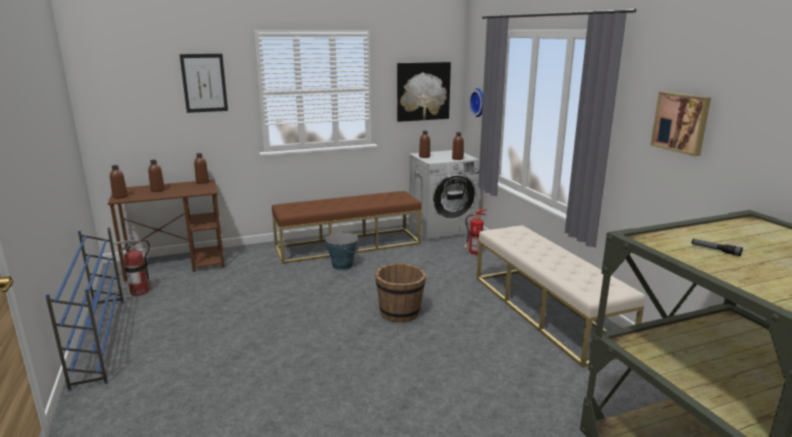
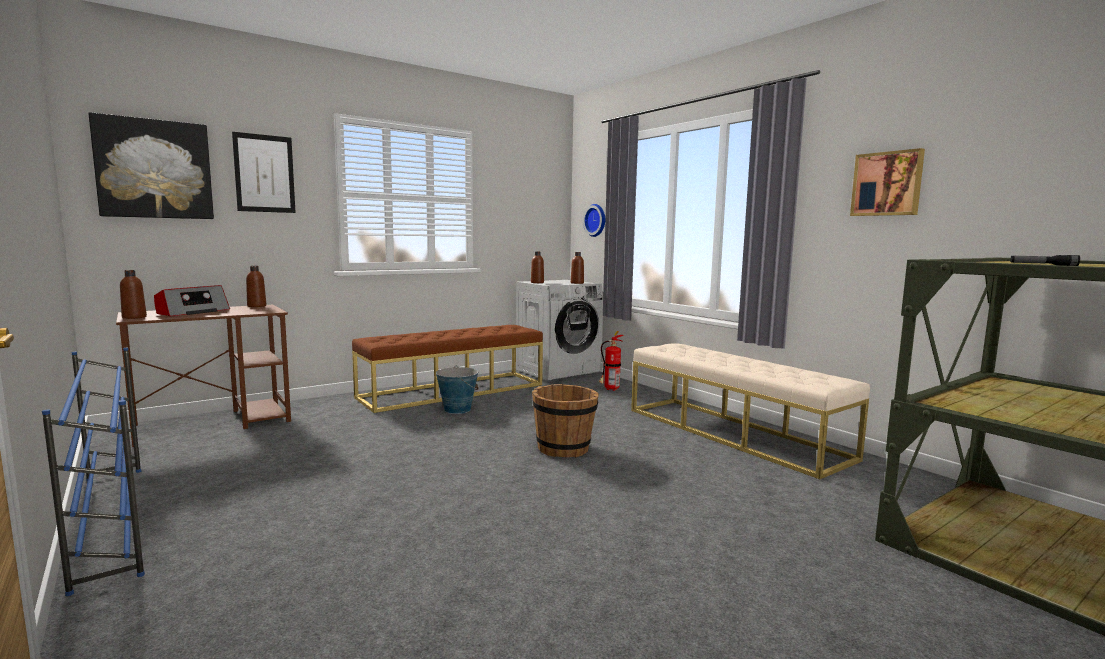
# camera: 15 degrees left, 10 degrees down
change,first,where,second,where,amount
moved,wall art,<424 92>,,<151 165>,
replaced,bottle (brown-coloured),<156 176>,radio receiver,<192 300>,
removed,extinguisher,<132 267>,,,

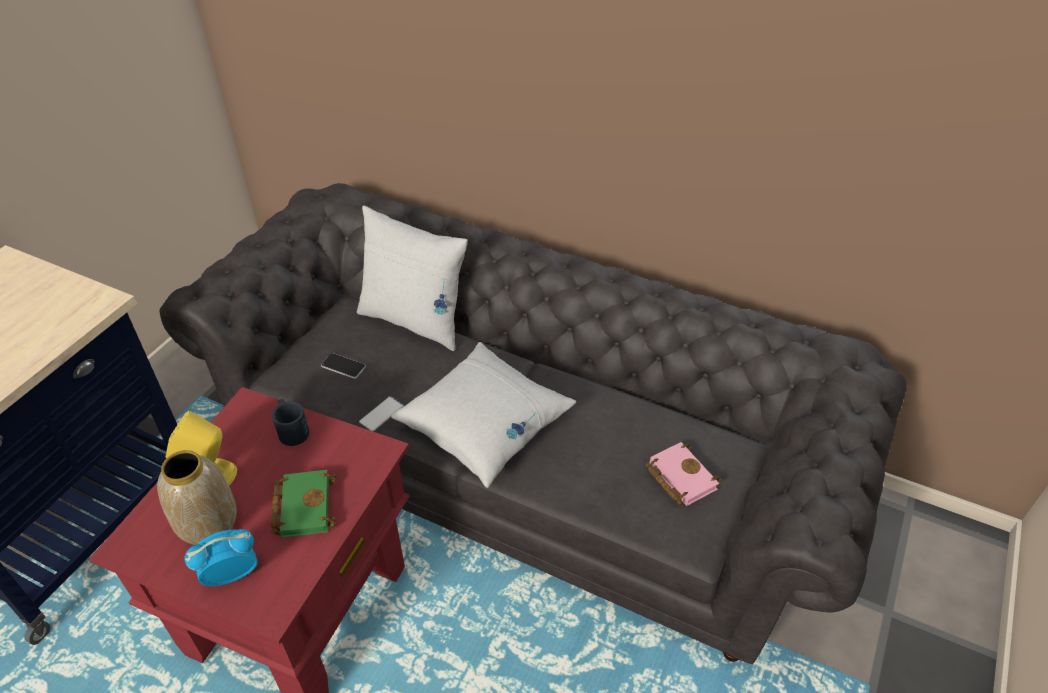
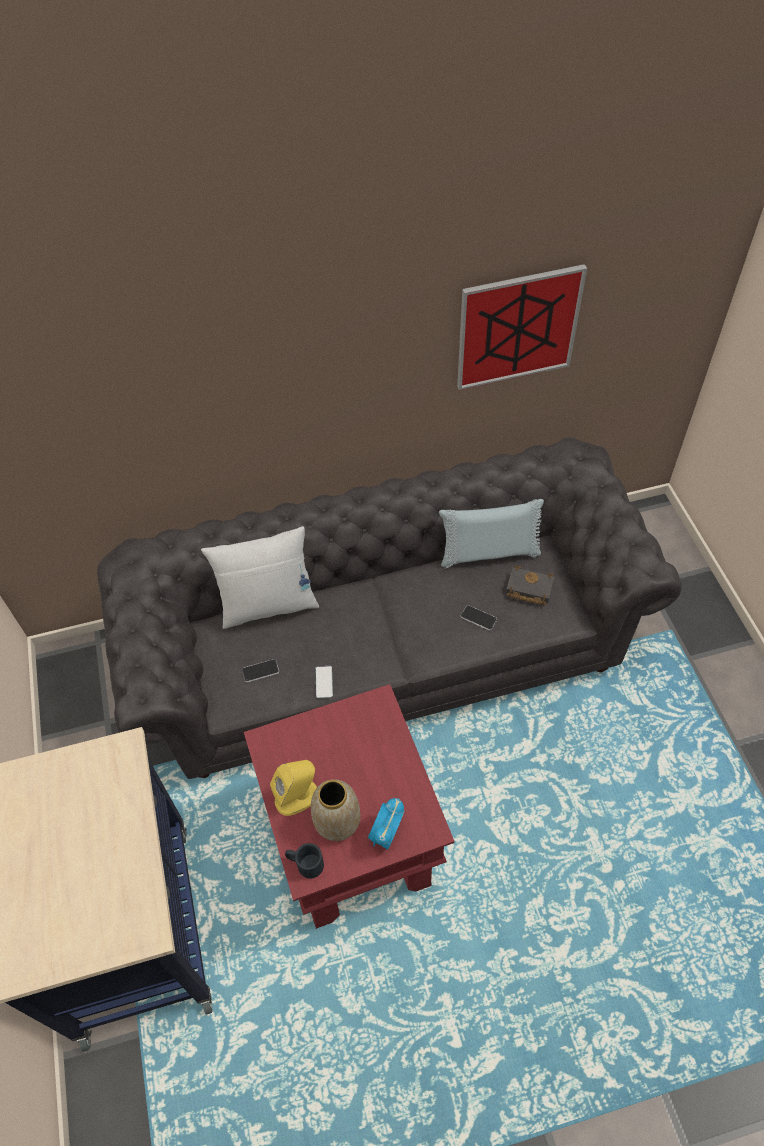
# camera: 40 degrees left, 10 degrees up
change,first,where,second,where,amount
removed,throw pillow (gray),<483 415>,,,
moved,mug (black),<291 422>,,<304 861>,
recoloured,volume (pink-coloured),<684 474>,volume (black),<530 585>,
removed,volume (green-coloured),<303 504>,,,
added,,,wall art,<522 327>,
added,,,throw pillow (blue),<491 533>,
added,,,handset,<478 618>,

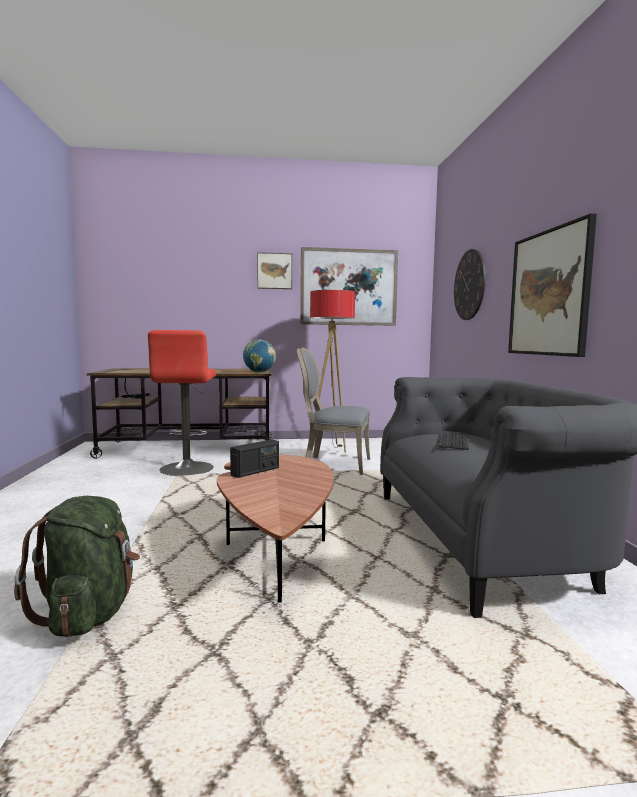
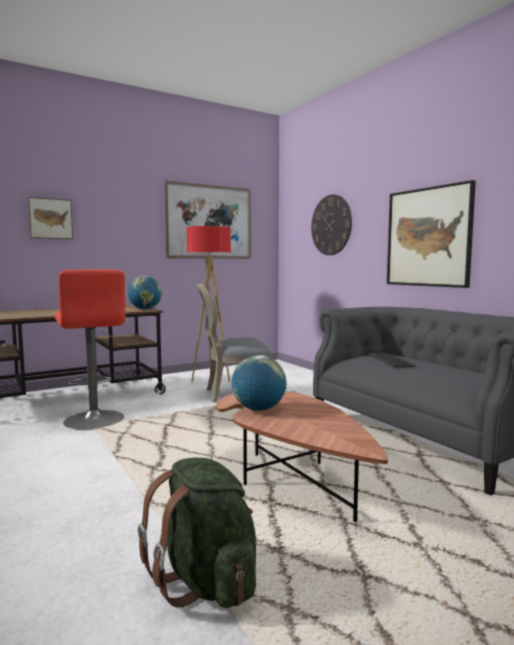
# camera: 25 degrees left, 0 degrees up
change,first,where,second,where,amount
moved,wall art,<274 270>,,<50 218>,
replaced,radio receiver,<254 458>,world globe,<259 383>,

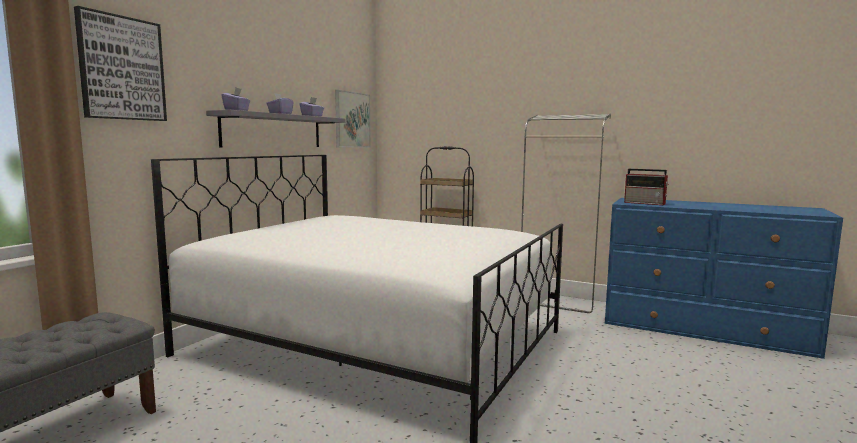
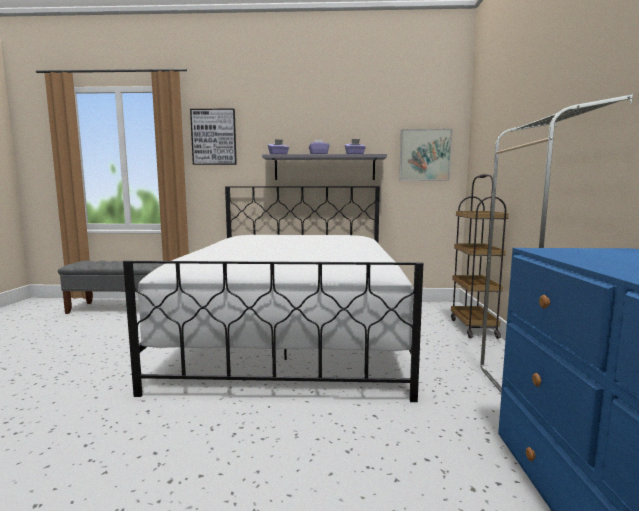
# camera: 65 degrees right, 0 degrees up
change,first,where,second,where,amount
removed,radio receiver,<646 187>,,,

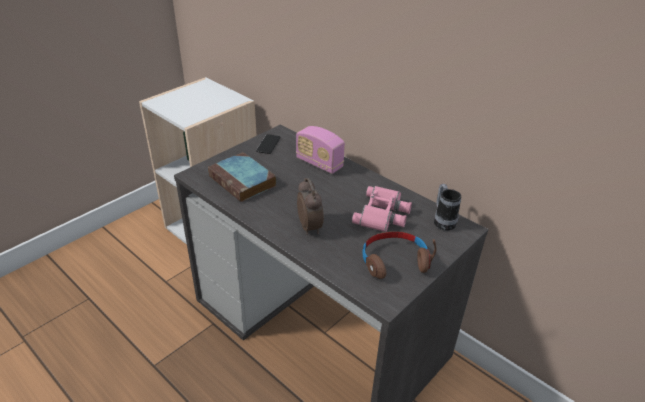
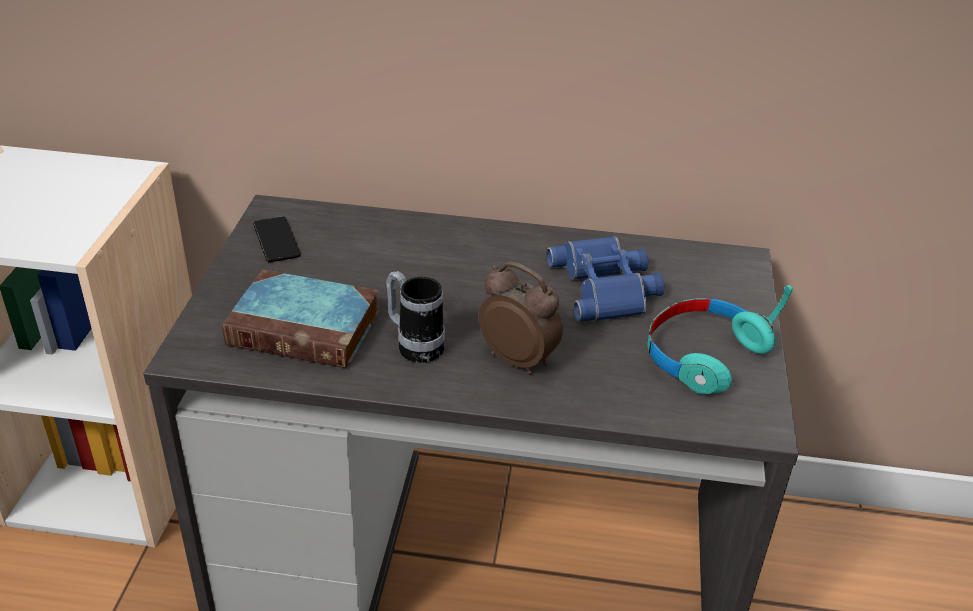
# camera: 35 degrees left, 0 degrees up
change,first,where,second,where,amount
removed,radio receiver,<320 150>,,,
moved,mug,<447 207>,,<415 317>,
recoloured,binoculars (pink-coloured),<382 209>,binoculars (blue),<605 279>,
recoloured,pair of headphones (brown-coloured),<399 255>,pair of headphones (turquoise),<720 339>,

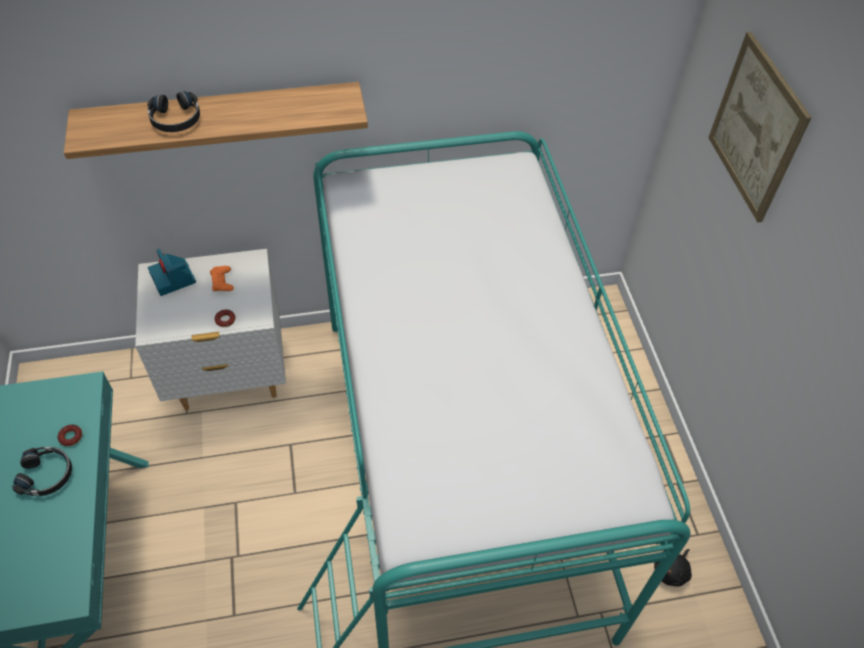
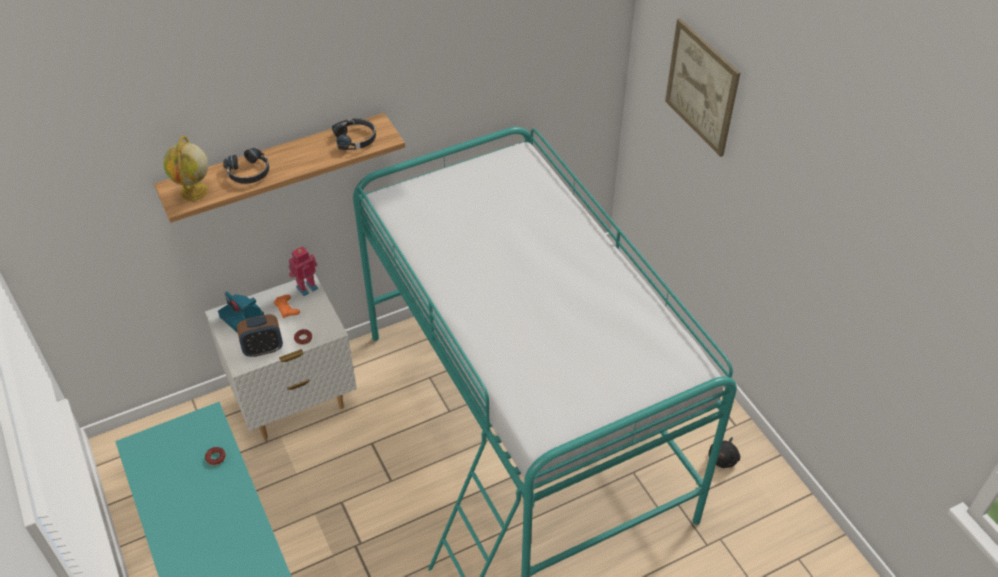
# camera: 15 degrees left, 5 degrees down
change,first,where,second,where,amount
moved,pair of headphones (black),<42 471>,,<354 134>,
added,,,world globe,<185 168>,
added,,,toy robot,<303 271>,
added,,,bedside clock,<260 335>,

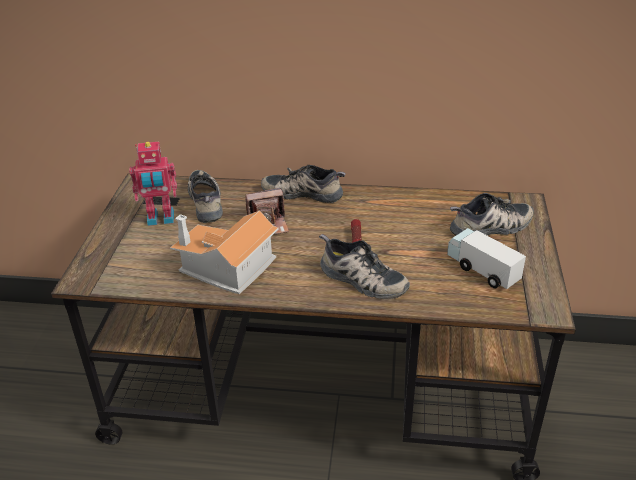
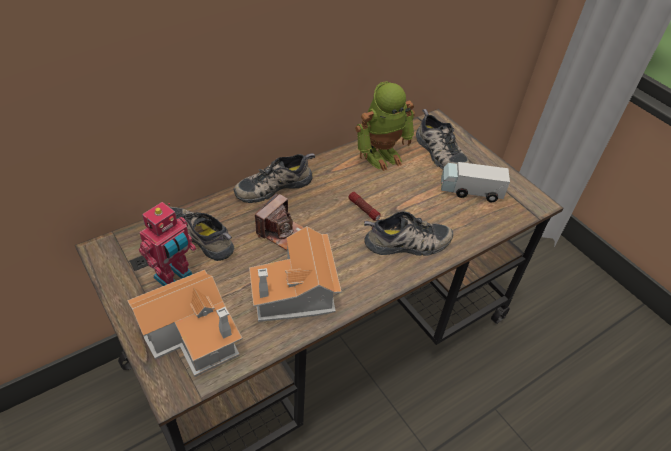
# camera: 45 degrees left, 10 degrees up
change,first,where,second,where,amount
turned,item of footwear,<492 214>,,<442 139>,120 degrees clockwise
added,,,toy robot,<385 126>,
added,,,model house,<184 323>,

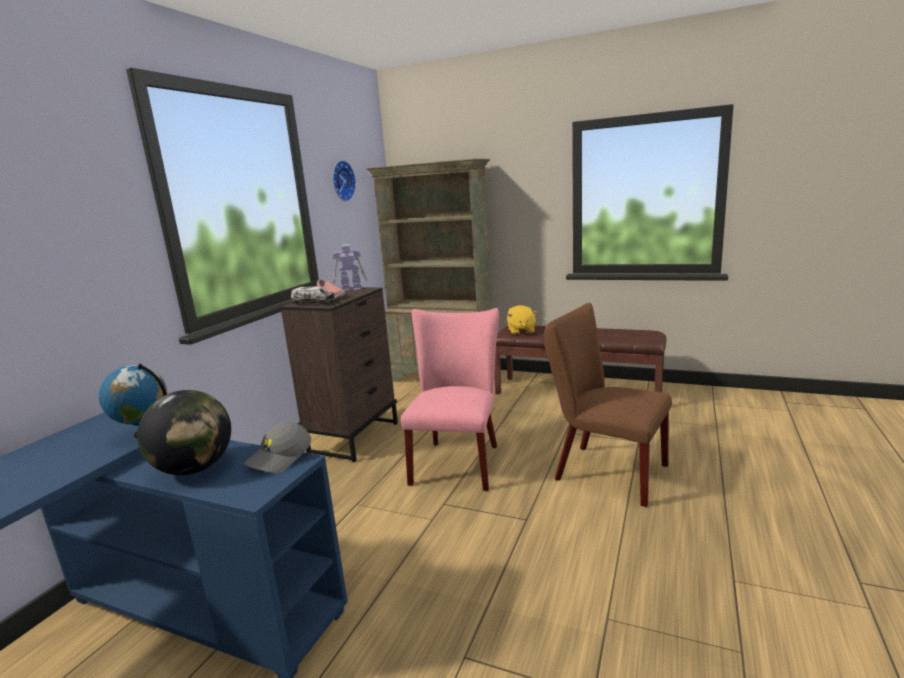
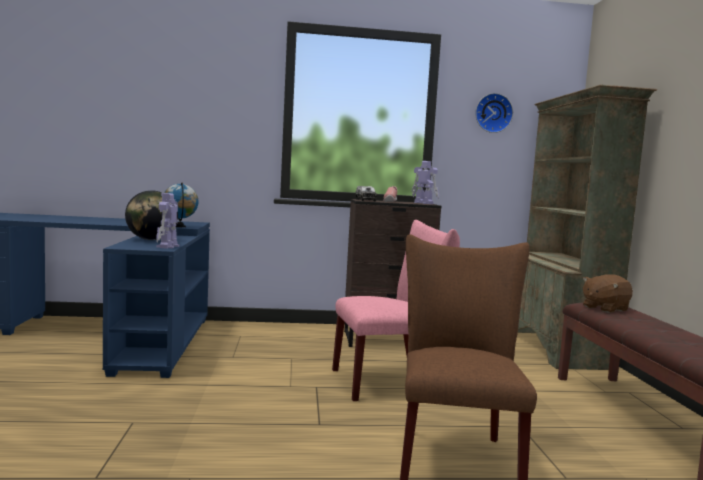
# camera: 60 degrees right, 10 degrees down
change,first,where,second,where,amount
recoloured,cuddly toy (yellow-coloured),<522 320>,cuddly toy (brown-coloured),<607 294>,
replaced,cap (gray),<277 447>,toy robot,<168 221>,

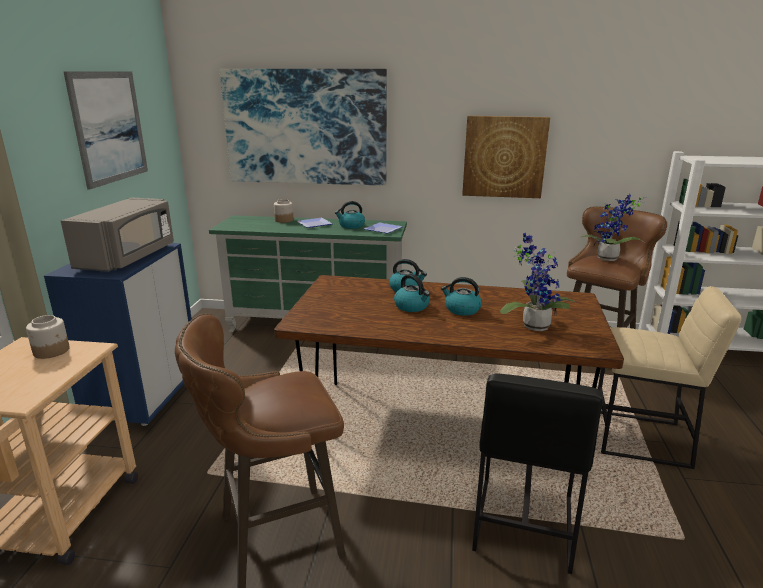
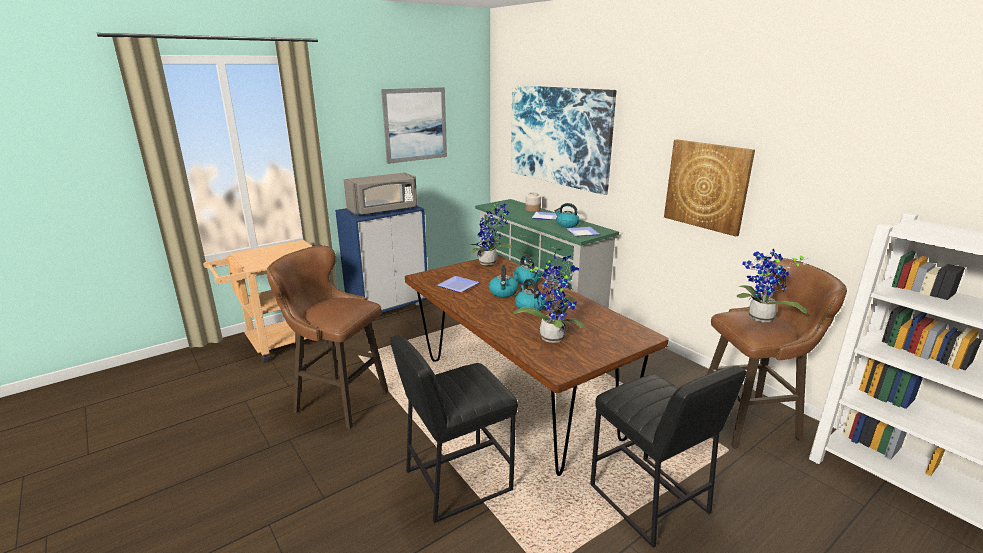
# camera: 45 degrees right, 0 degrees up
change,first,where,second,where,amount
recoloured,chair (beige-coloured),<670 377>,chair (black),<668 457>,
removed,jar,<48 337>,,,
added,,,plant in a pot,<490 234>,
added,,,flat dish,<458 284>,

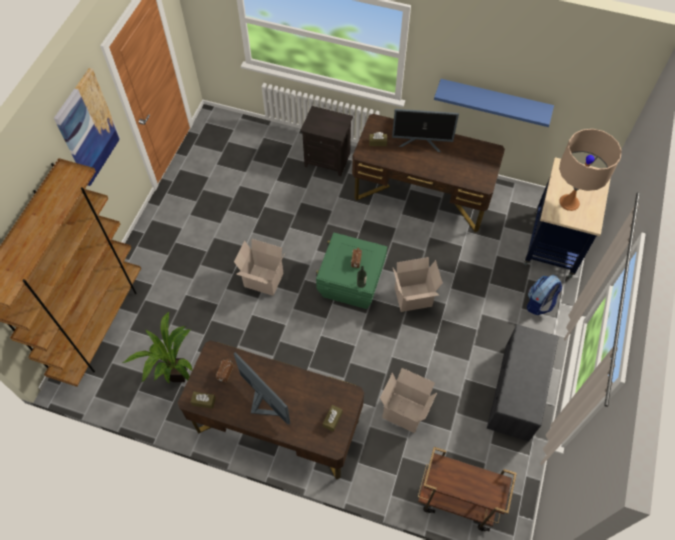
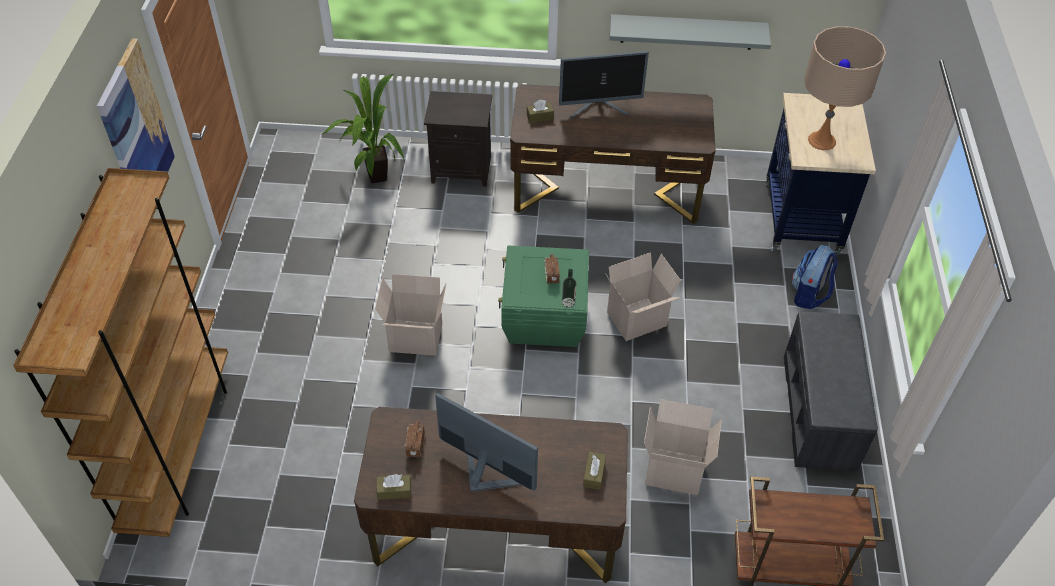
# camera: 15 degrees left, 10 degrees down
change,first,where,second,where,amount
recoloured,bracket shelf (blue),<494 103>,bracket shelf (gray),<690 32>,
moved,plant in a pot,<157 348>,,<362 128>,

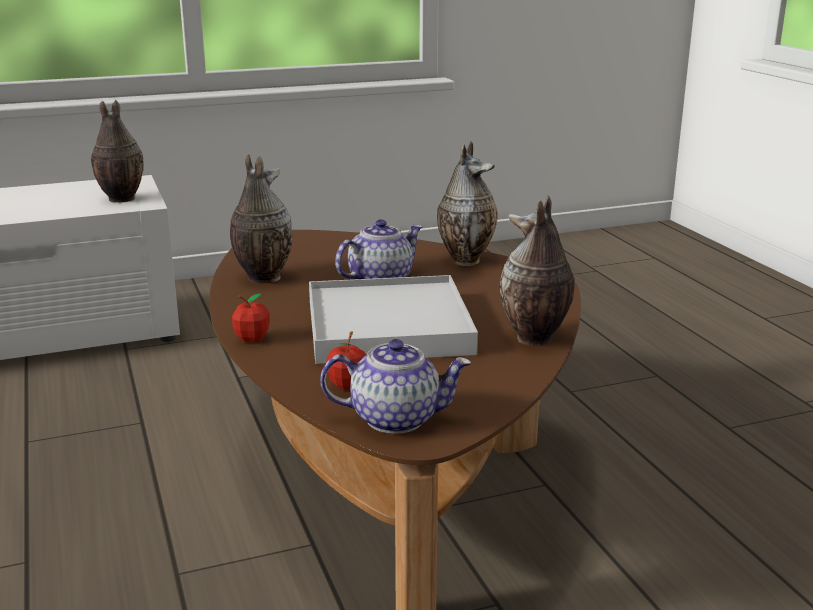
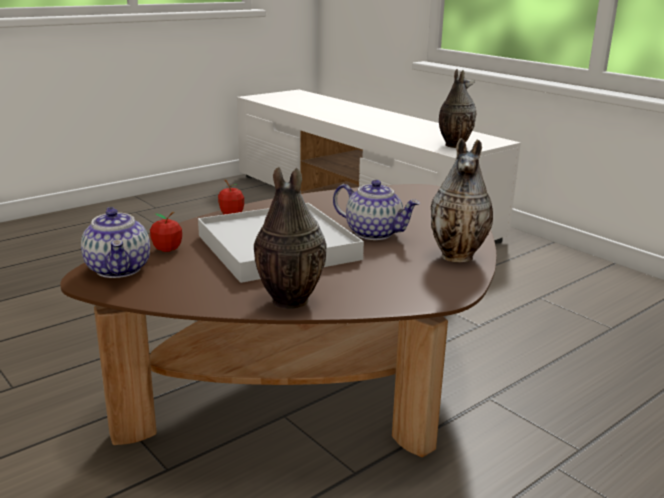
# camera: 70 degrees right, 0 degrees up
change,first,where,second,where,amount
removed,flower vase,<261 218>,,,

